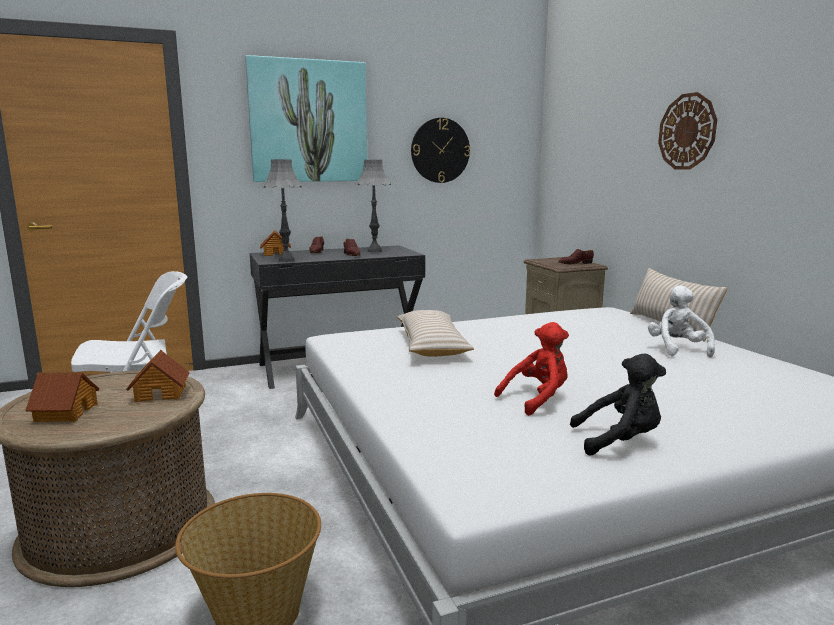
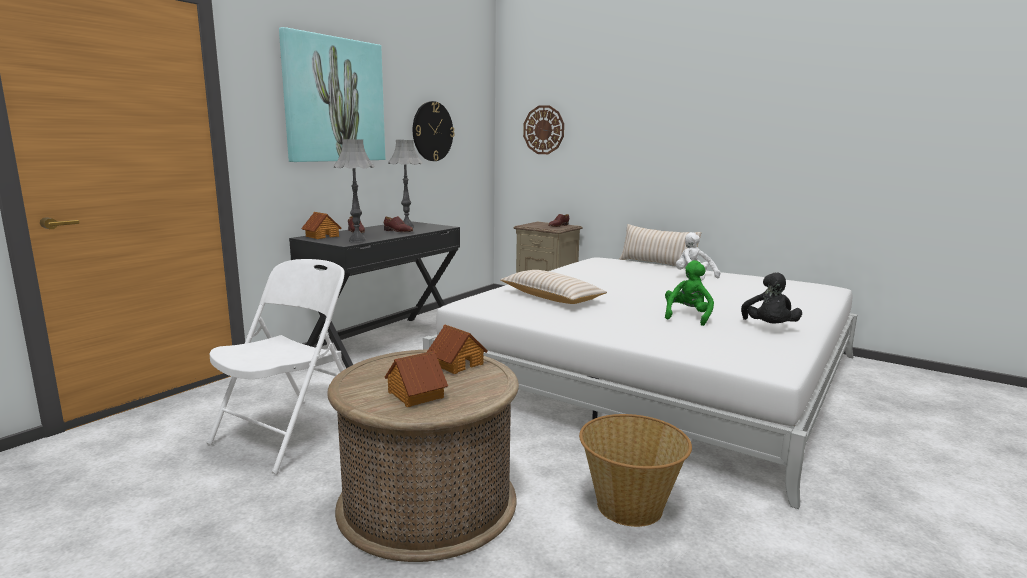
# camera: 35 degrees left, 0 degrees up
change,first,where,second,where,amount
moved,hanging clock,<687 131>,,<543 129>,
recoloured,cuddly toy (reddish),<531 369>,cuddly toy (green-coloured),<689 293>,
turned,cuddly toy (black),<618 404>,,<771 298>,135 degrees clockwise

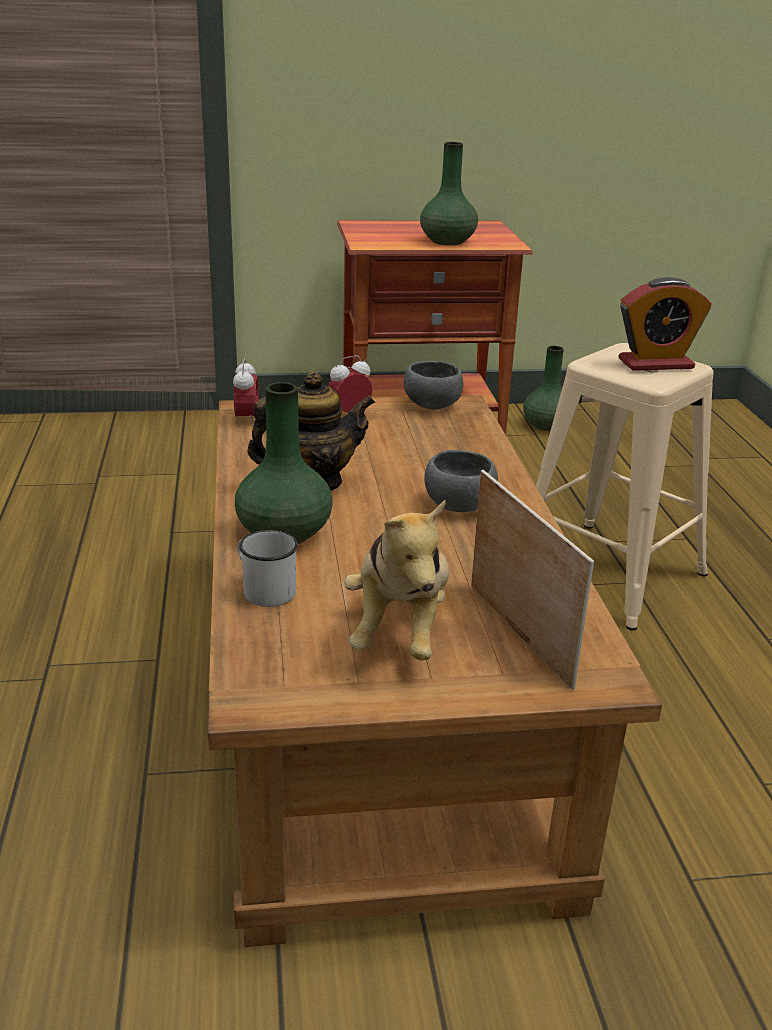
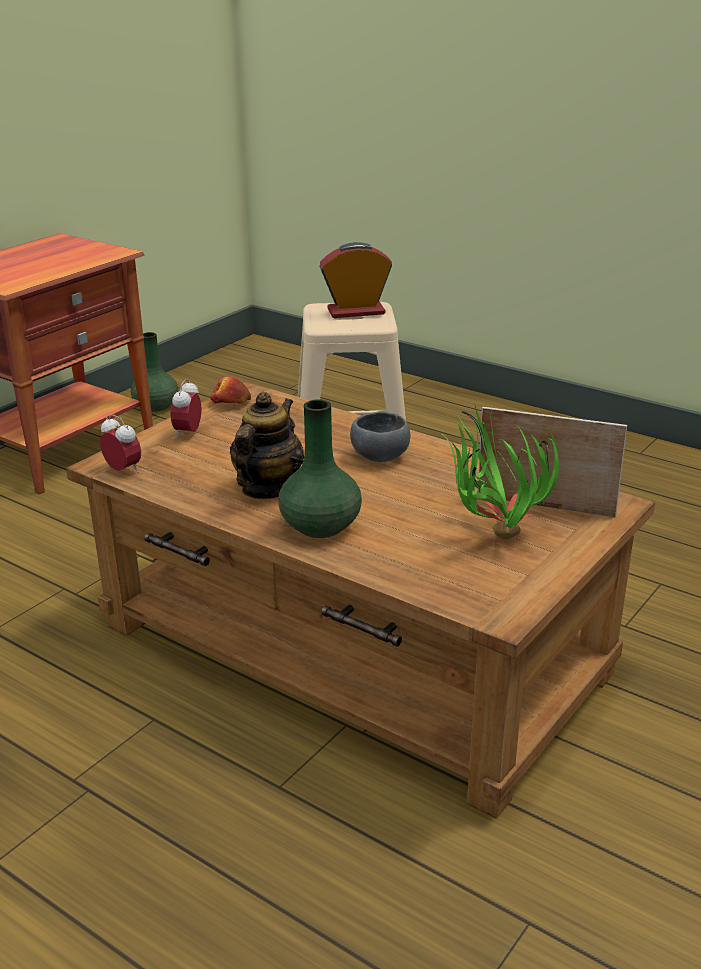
# camera: 45 degrees left, 0 degrees up
change,first,where,second,where,amount
removed,flower vase (green-coloured),<449 193>,,,
turned,bedside clock,<665 324>,,<355 280>,135 degrees counterclockwise
replaced,deep dish (gray),<434 385>,apple,<231 390>,
replaced,cuddly toy,<397 580>,plant in a pot,<500 472>,
removed,mug (white),<267 568>,,,

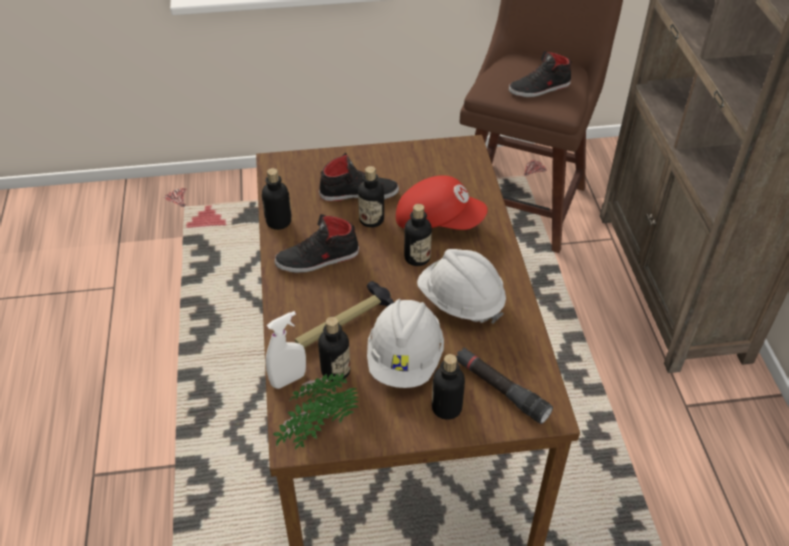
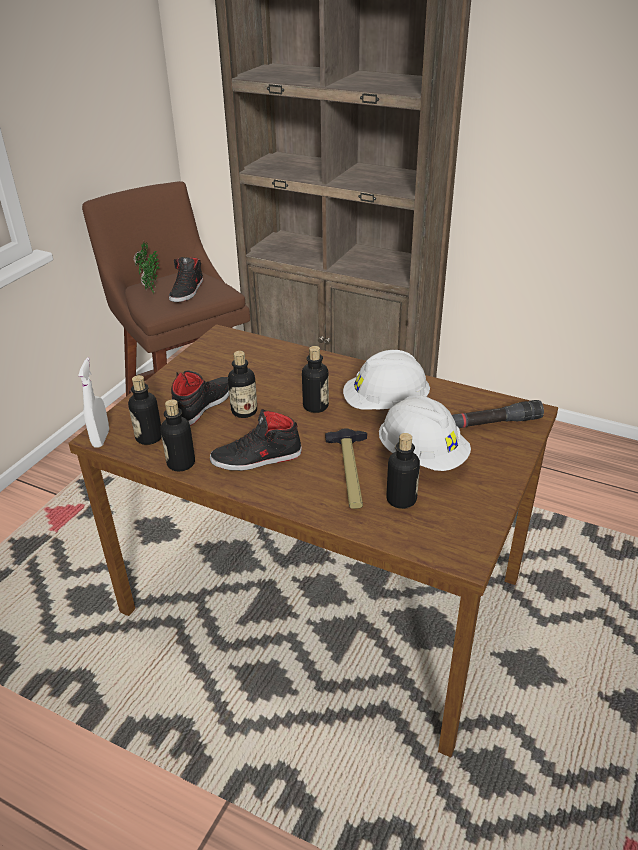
# camera: 55 degrees left, 10 degrees down
change,first,where,second,where,amount
removed,cap (reddish),<442 203>,,,
turned,item of footwear (black),<317 243>,,<256 440>,60 degrees clockwise
moved,hand sprayer (white),<285 350>,,<93 403>,
moved,bottle,<448 387>,,<145 410>,
moved,plant in a pot,<315 411>,,<147 267>,

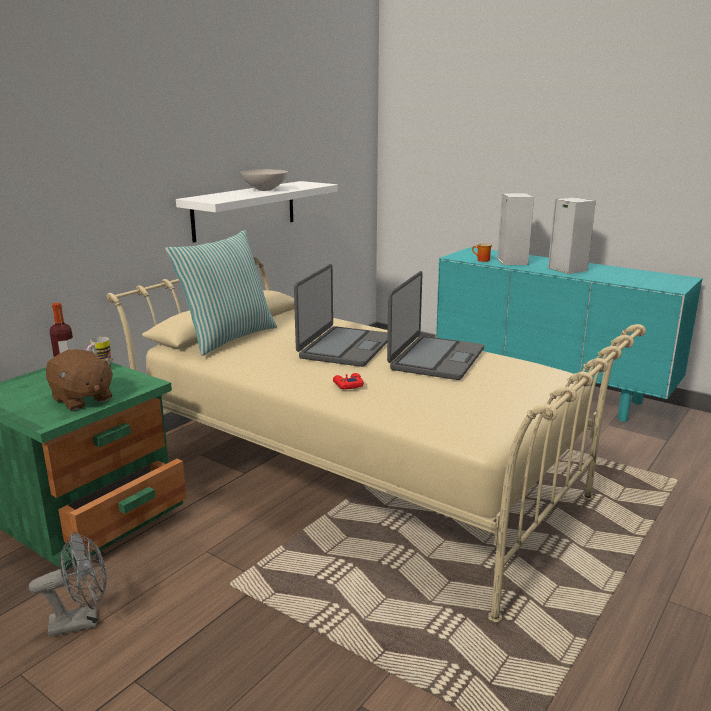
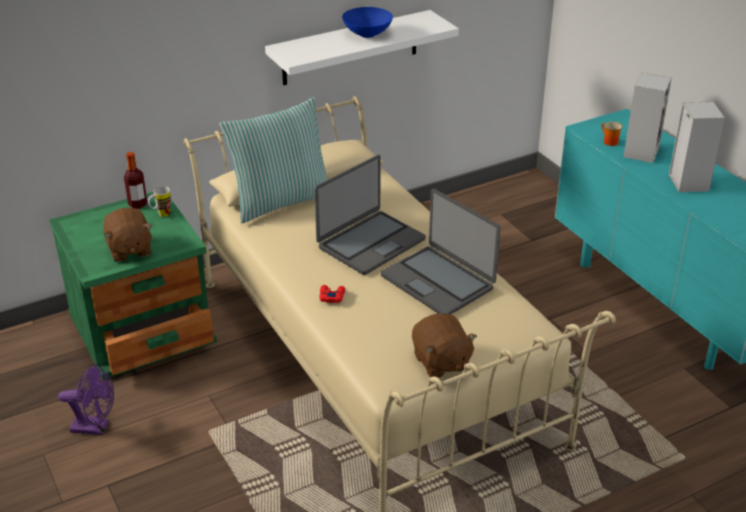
# camera: 25 degrees right, 15 degrees up
change,first,where,second,where,amount
recoloured,deep dish (white),<264 180>,deep dish (blue),<367 22>,
turned,portable computer,<435 325>,,<441 251>,90 degrees clockwise
recoloured,electric fan (gray),<67 584>,electric fan (purplish),<86 400>,
added,,,cuddly toy (brown-coloured),<444 345>,

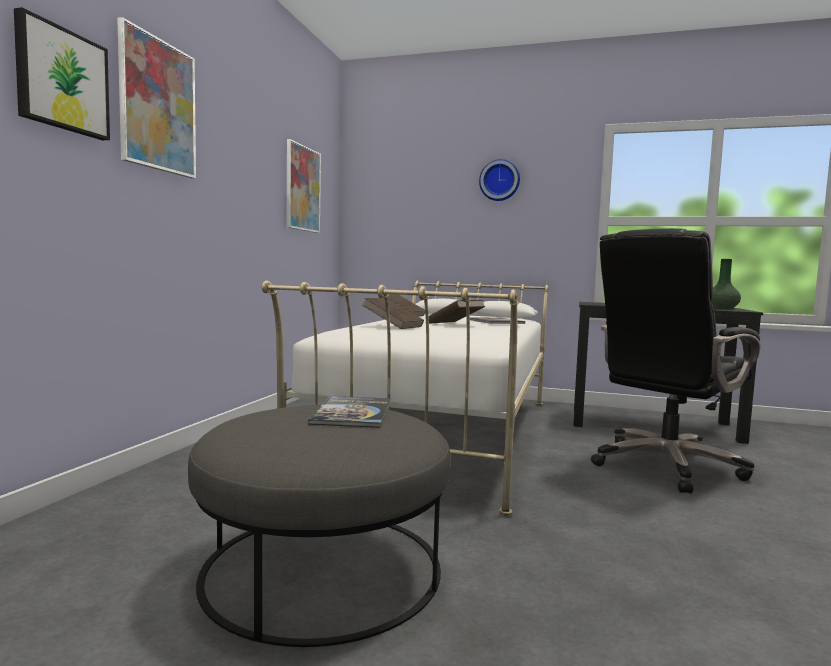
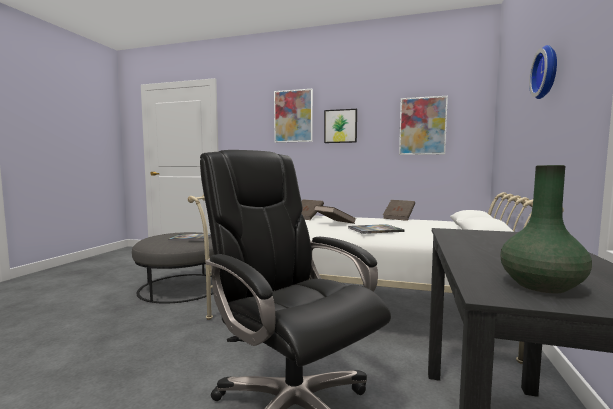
# camera: 90 degrees right, 0 degrees up
change,first,where,second,where,amount
moved,wall art,<62 73>,,<340 126>,

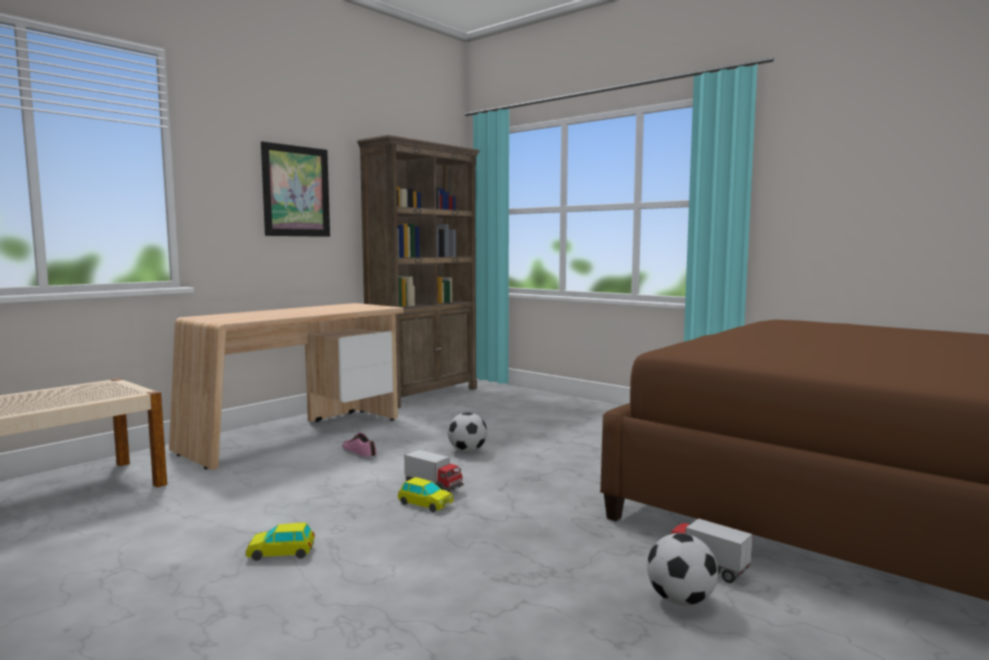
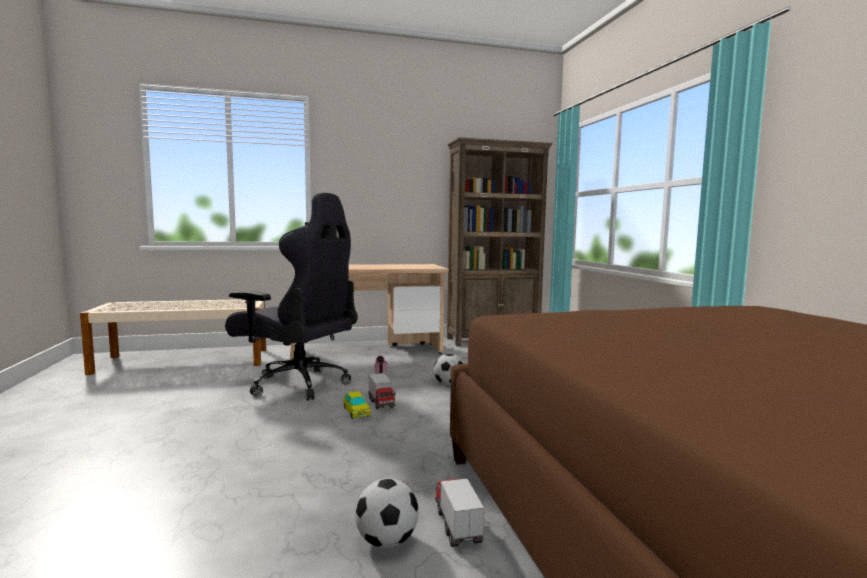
# camera: 35 degrees right, 0 degrees up
change,first,where,second,where,amount
removed,wall art,<295 189>,,,
removed,model car,<280 541>,,,
added,,,desk chair (black),<291 296>,

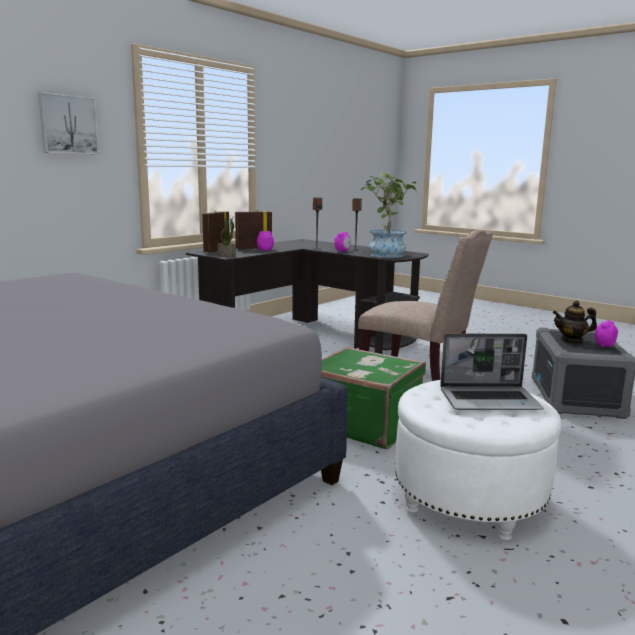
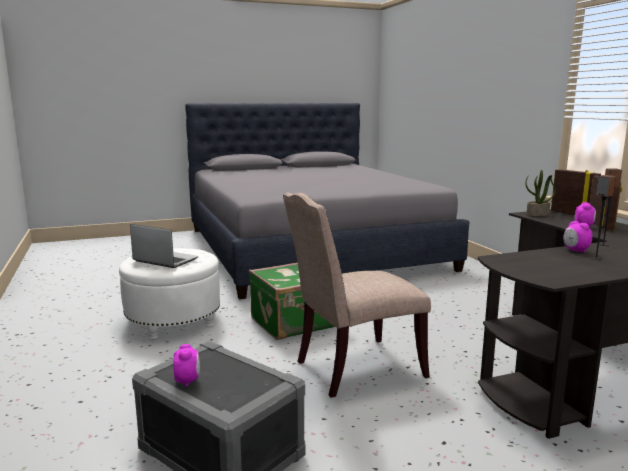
# camera: 120 degrees right, 0 degrees up
change,first,where,second,where,amount
removed,wall art,<68 123>,,,
removed,plant in a pot,<389 215>,,,
removed,tea pot,<574 322>,,,
turned,portable computer,<492 371>,,<164 246>,90 degrees clockwise

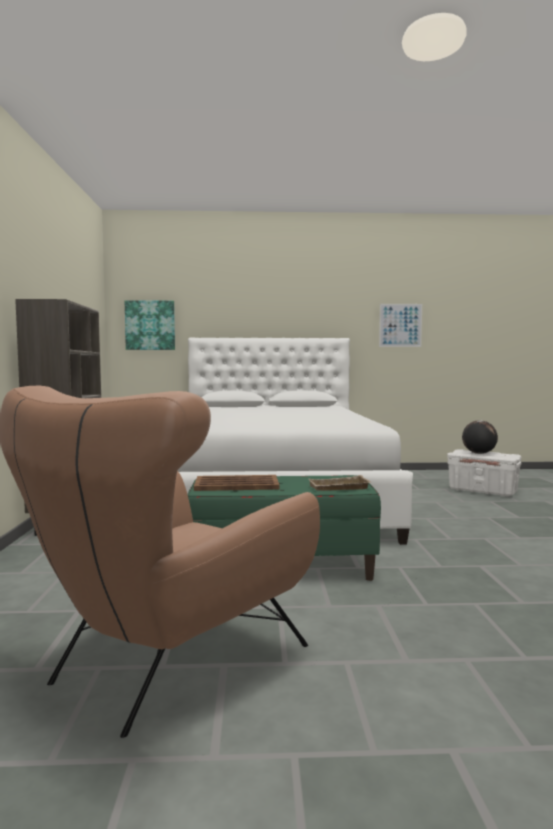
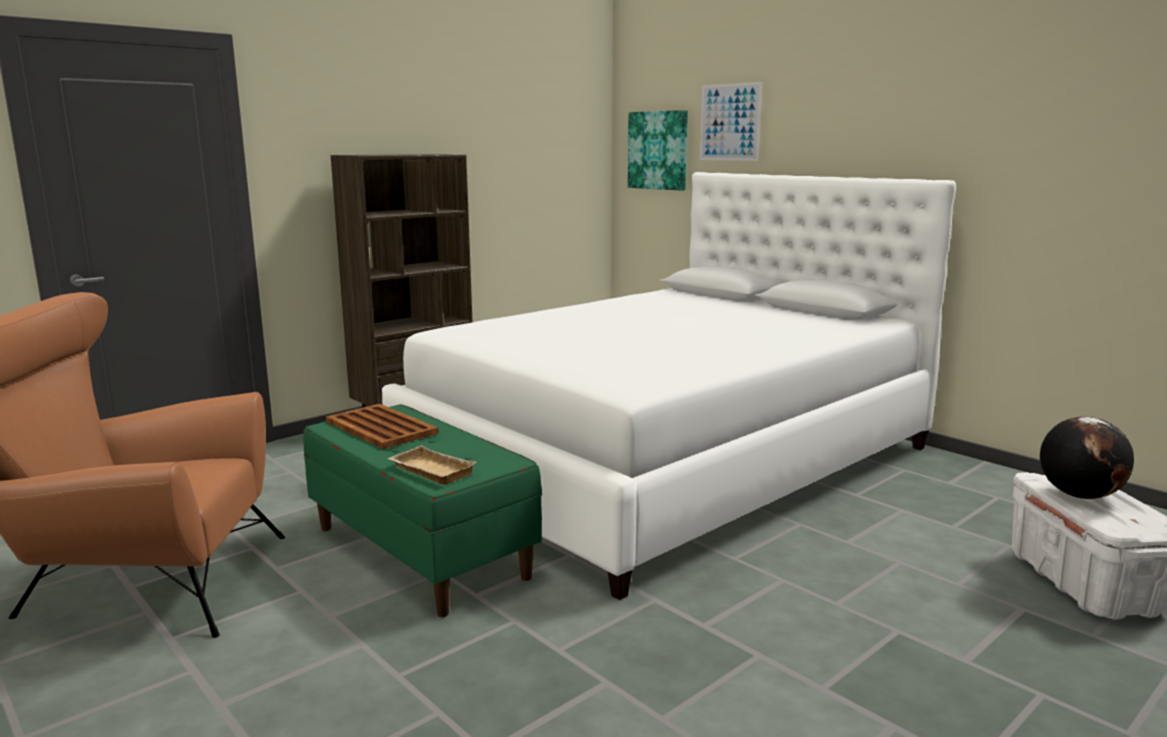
# camera: 50 degrees right, 10 degrees up
change,first,where,second,where,amount
moved,wall art,<400 325>,,<731 121>,

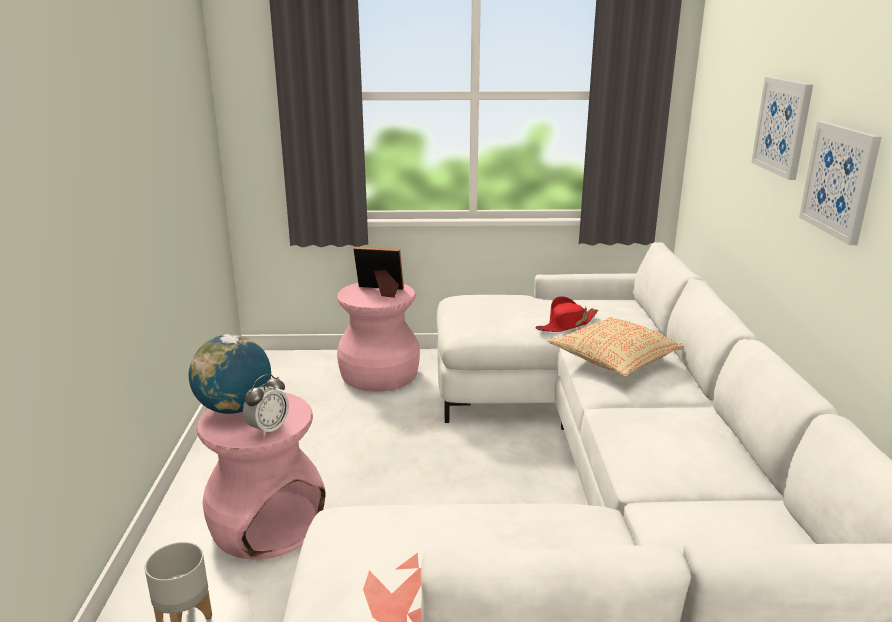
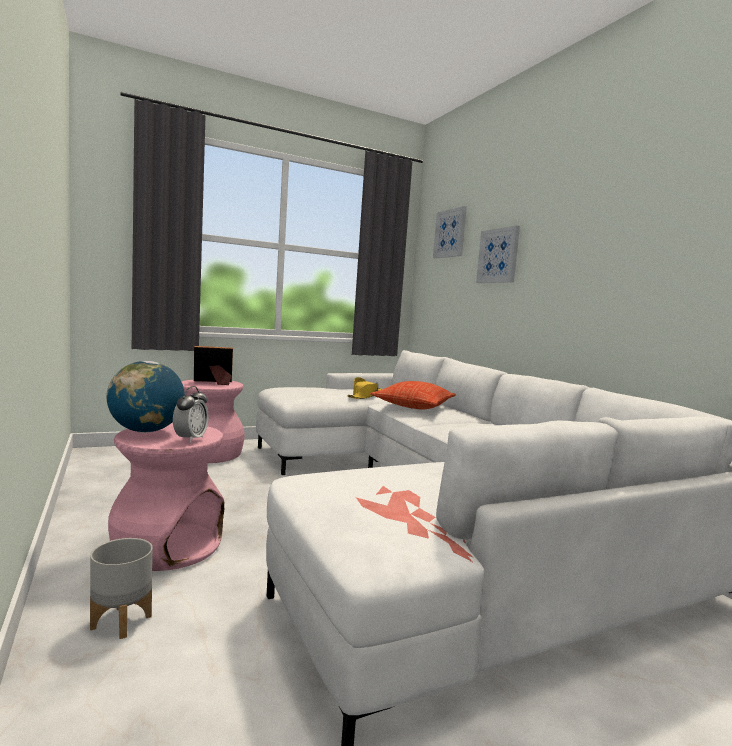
# camera: 25 degrees left, 15 degrees down
change,first,where,second,where,amount
moved,wall art,<840 183>,,<450 232>,
recoloured,wearable hat (reddish),<567 314>,wearable hat (yellow-coloured),<364 388>,
recoloured,throw pillow (beige-coloured),<616 347>,throw pillow (orange-coloured),<413 395>,

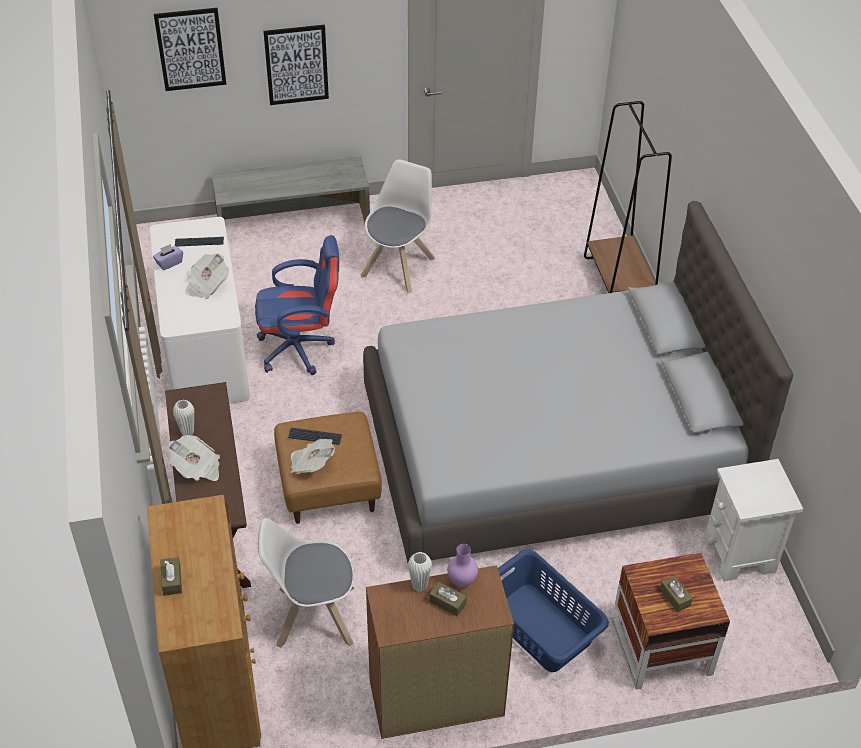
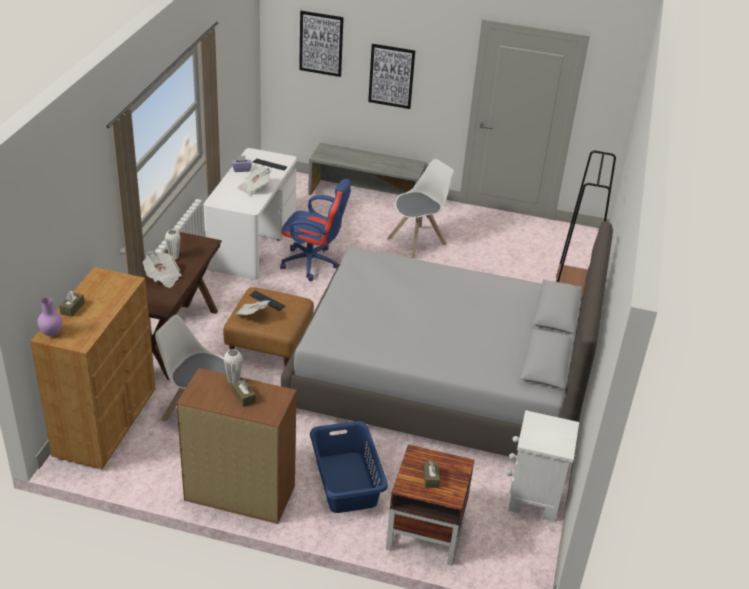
# camera: 25 degrees right, 10 degrees down
change,first,where,second,where,amount
moved,flower vase (purplish),<462 565>,,<50 316>,

